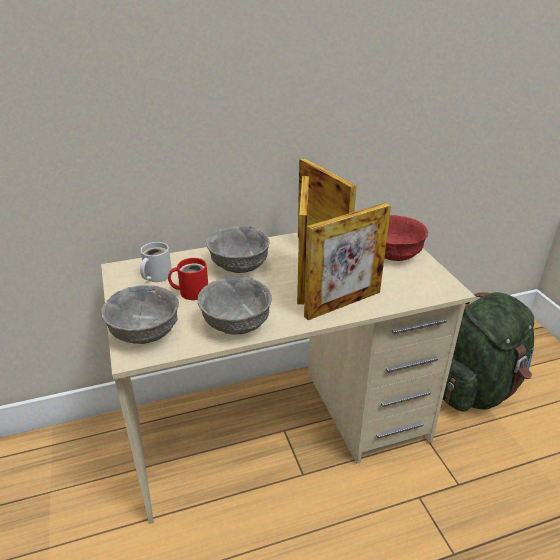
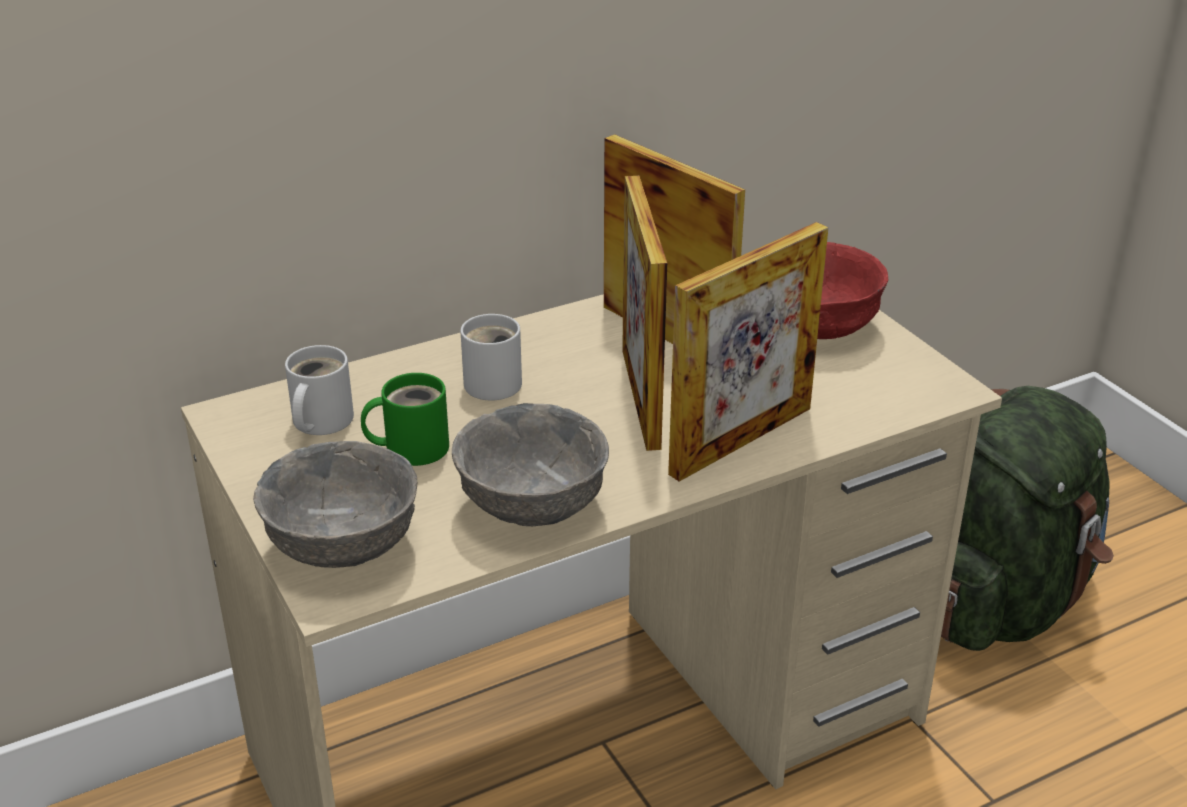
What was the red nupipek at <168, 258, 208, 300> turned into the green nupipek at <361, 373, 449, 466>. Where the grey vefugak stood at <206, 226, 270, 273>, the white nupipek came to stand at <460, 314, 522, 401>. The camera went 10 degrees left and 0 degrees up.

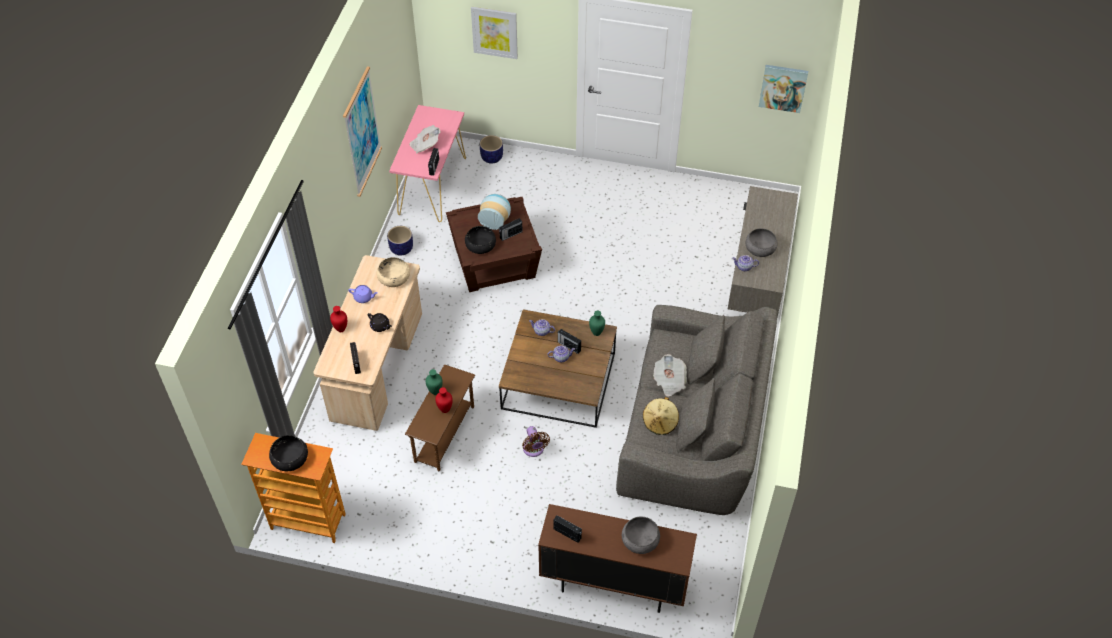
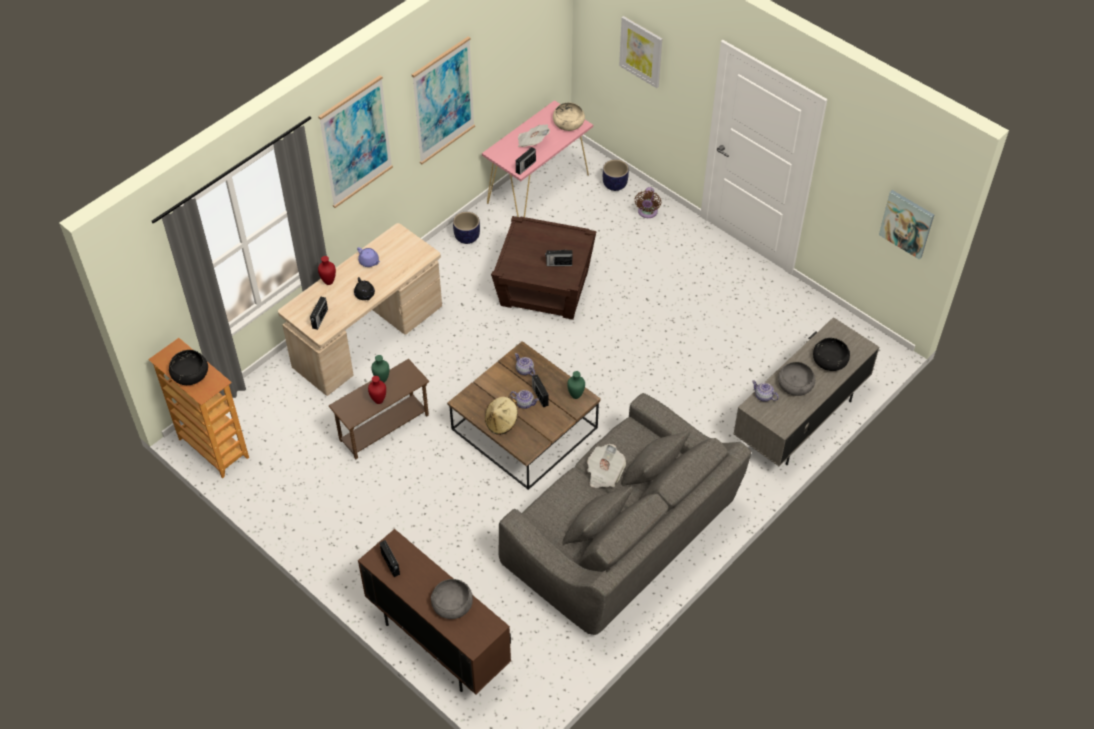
The beige vefugak ended up elsewhere, having gone from <377, 257, 410, 287> to <553, 103, 585, 131>. The black vefugak ended up elsewhere, having gone from <465, 226, 496, 254> to <813, 338, 850, 371>. The second view lost the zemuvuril at <478, 194, 511, 230>. The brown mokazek ended up elsewhere, having gone from <522, 426, 550, 457> to <635, 187, 661, 218>. The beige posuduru ended up elsewhere, having gone from <643, 397, 679, 435> to <485, 397, 518, 435>. The second view gained the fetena at <318, 75, 393, 208>. The camera went 30 degrees right and 0 degrees up.

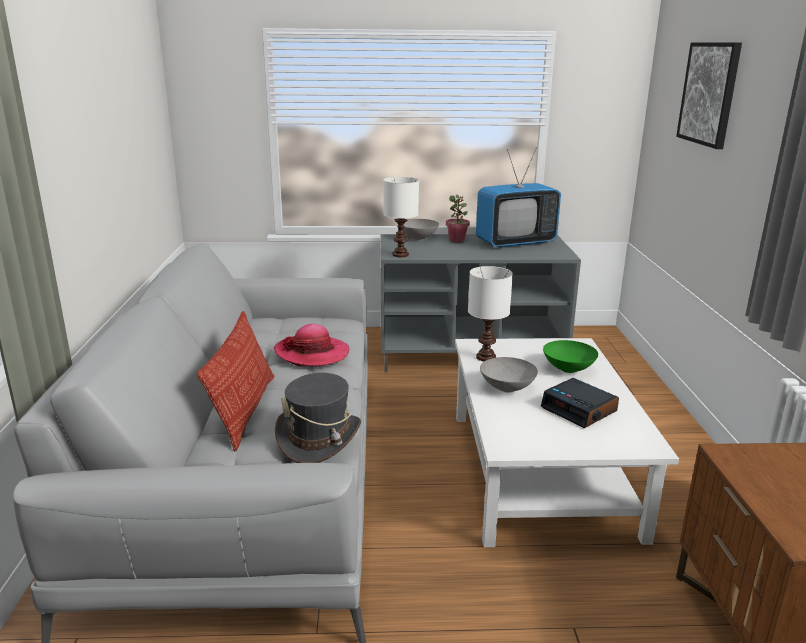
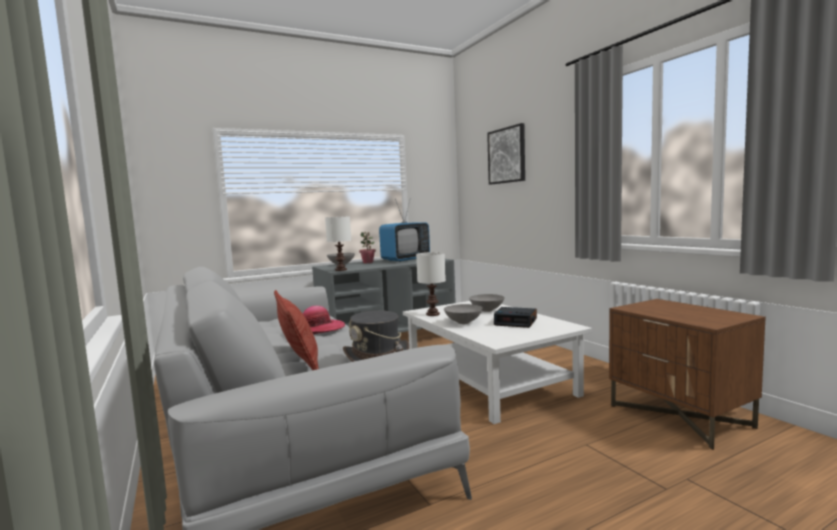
What was the green vefugak at <543, 340, 598, 373> turned into the grey vefugak at <469, 294, 505, 312>. The camera went 25 degrees left and 15 degrees down.

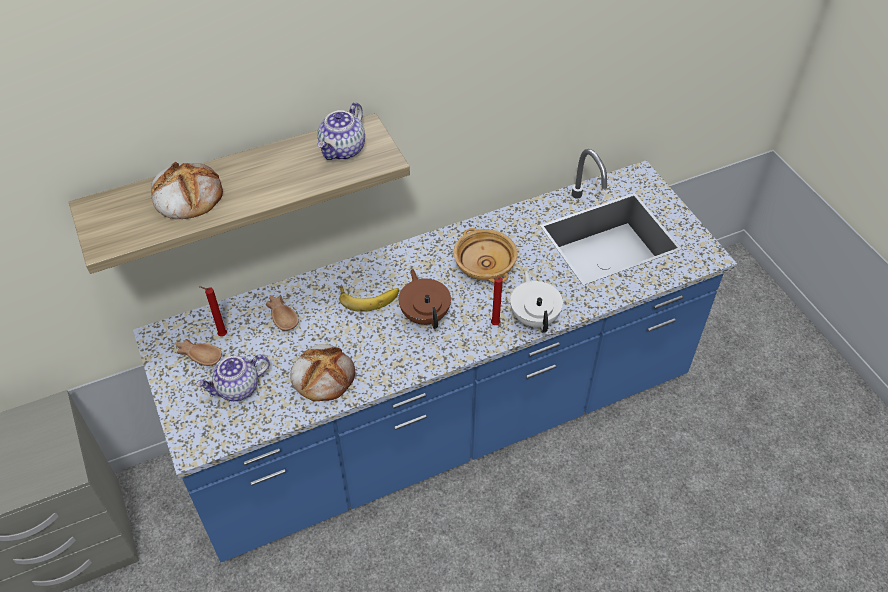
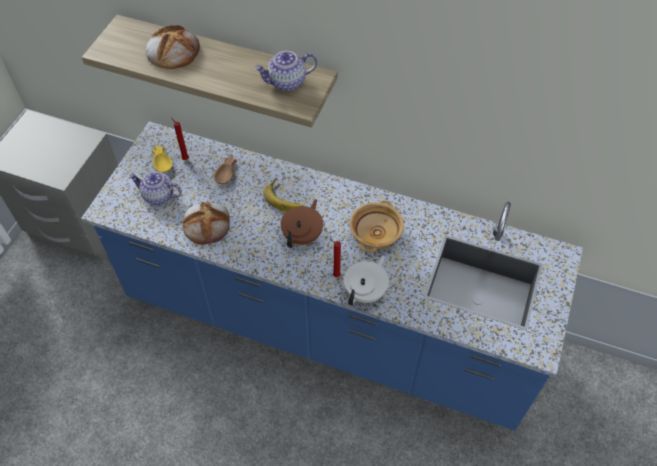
What was the brown vefugak at <175, 339, 222, 366> turned into the yellow vefugak at <152, 145, 172, 173>. The camera went 45 degrees right and 5 degrees up.

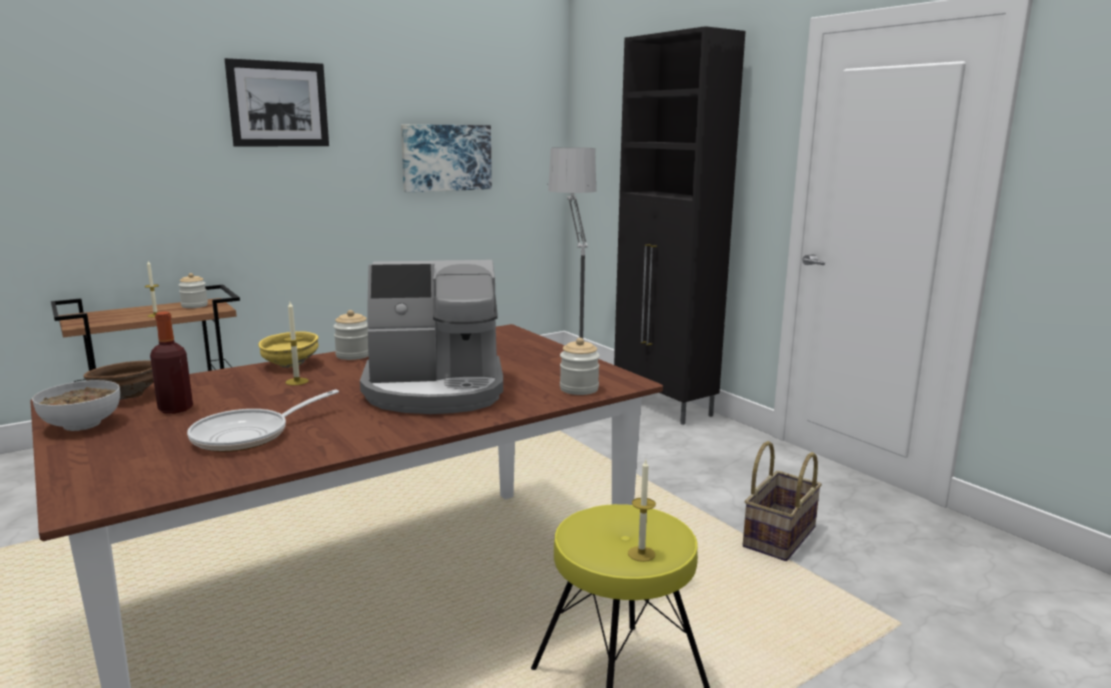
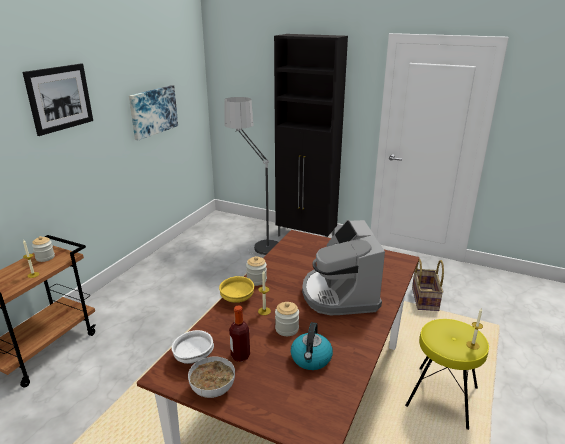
What was the brown vefugak at <84, 361, 154, 400> turned into the white vefugak at <171, 330, 214, 364>. Where the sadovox stood at <187, 389, 339, 452>, the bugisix came to stand at <291, 322, 333, 370>. The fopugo at <360, 260, 503, 414> ended up facing another way, 120 degrees clockwise from before. The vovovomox ended up elsewhere, having gone from <560, 338, 600, 395> to <275, 302, 299, 336>. The camera went 30 degrees left and 10 degrees up.

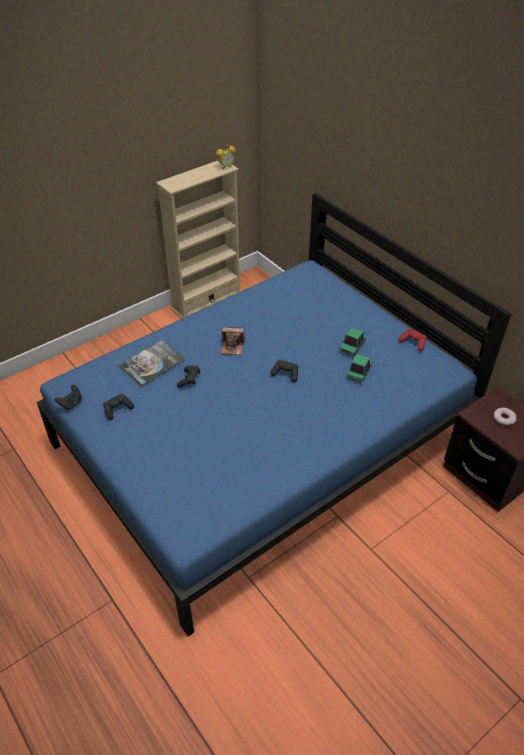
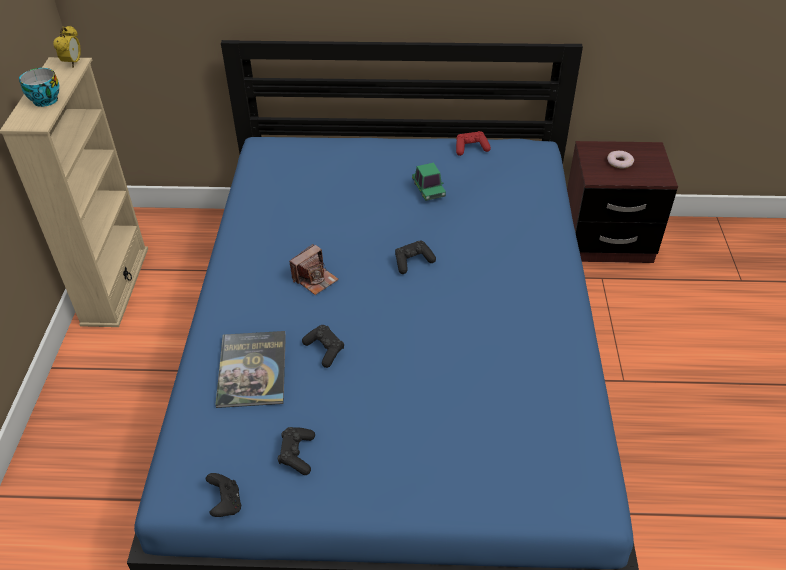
The second view lost the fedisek at <347, 354, 373, 382>. The second view gained the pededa at <19, 68, 59, 107>. The camera went 50 degrees left and 0 degrees up.

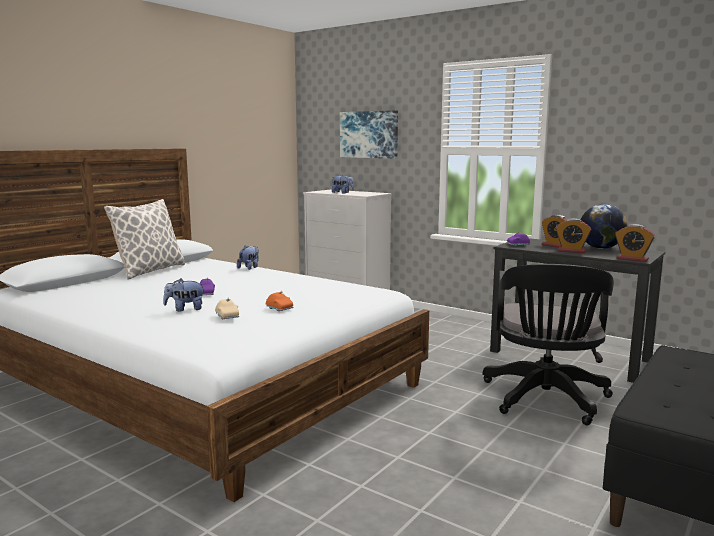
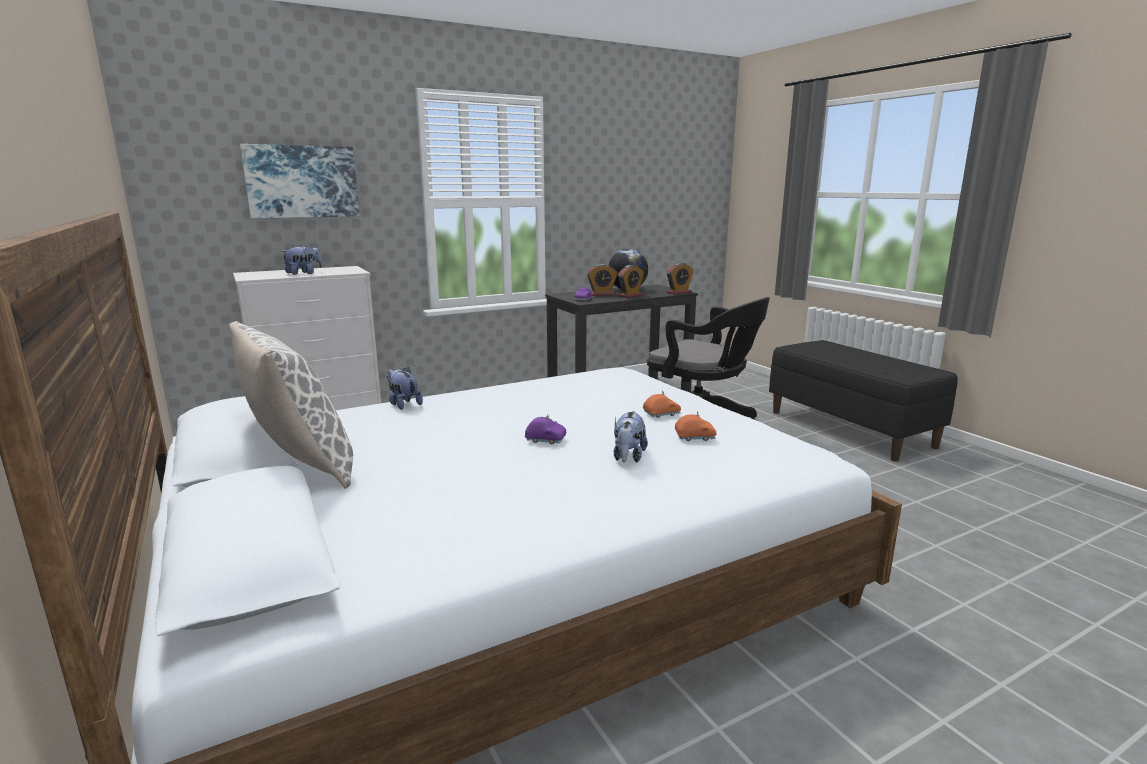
What was the beige fedisek at <215, 298, 239, 320> turned into the orange fedisek at <675, 411, 716, 441>. The camera went 65 degrees left and 5 degrees up.

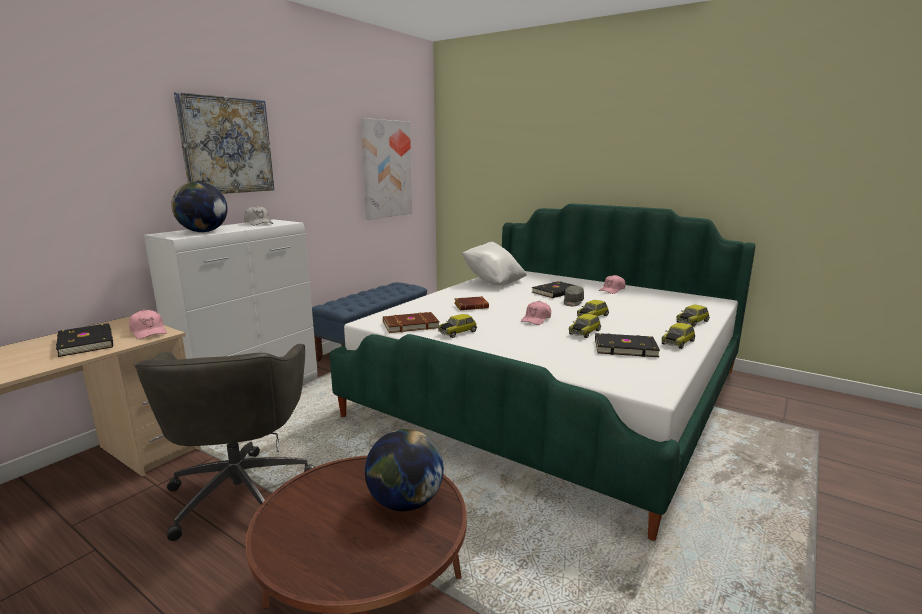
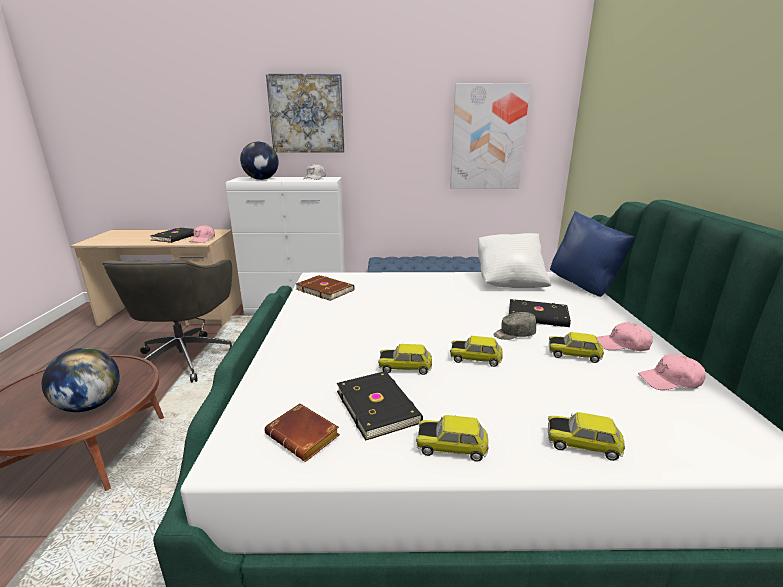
The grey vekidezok at <135, 344, 315, 541> ended up facing another way, 45 degrees counterclockwise from before. The fedisek ended up elsewhere, having gone from <438, 314, 477, 338> to <549, 332, 604, 363>. The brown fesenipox ended up elsewhere, having gone from <454, 296, 489, 310> to <264, 403, 340, 462>. The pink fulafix ended up elsewhere, having gone from <521, 301, 551, 325> to <638, 354, 706, 390>. The second view gained the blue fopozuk at <550, 211, 635, 297>. The camera went 55 degrees right and 5 degrees up.

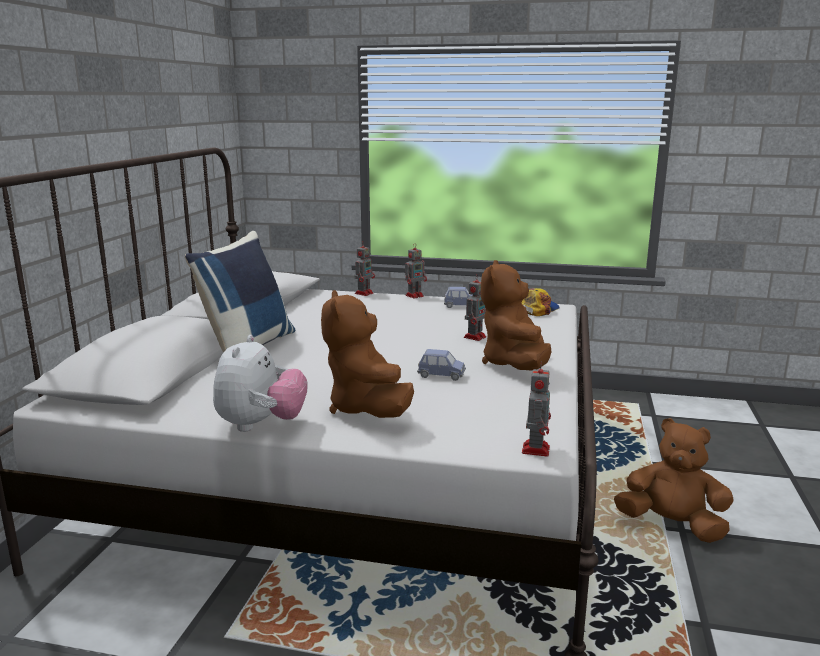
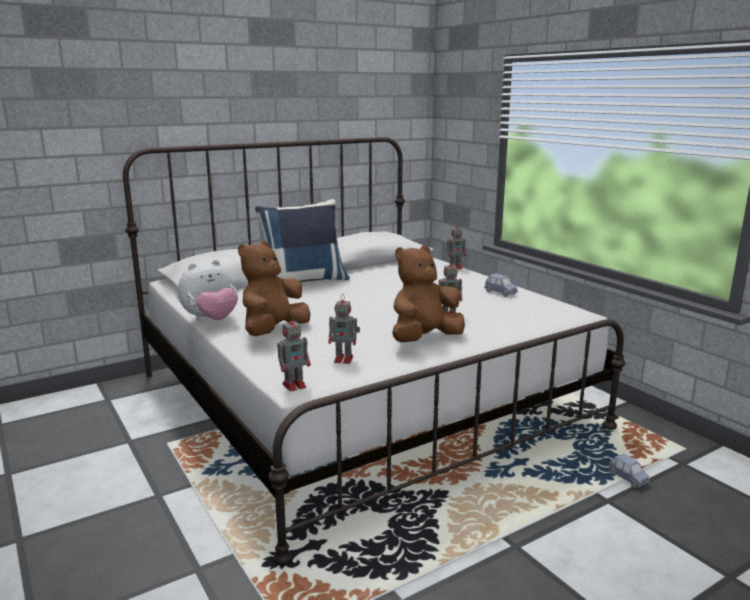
The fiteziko ended up elsewhere, having gone from <405, 243, 427, 299> to <328, 294, 360, 364>. The blue fedisek ended up elsewhere, having gone from <417, 349, 466, 381> to <608, 454, 651, 488>. The second view lost the fulafix at <521, 288, 560, 316>. The second view lost the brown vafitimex at <614, 418, 734, 543>. The camera went 45 degrees right and 0 degrees up.

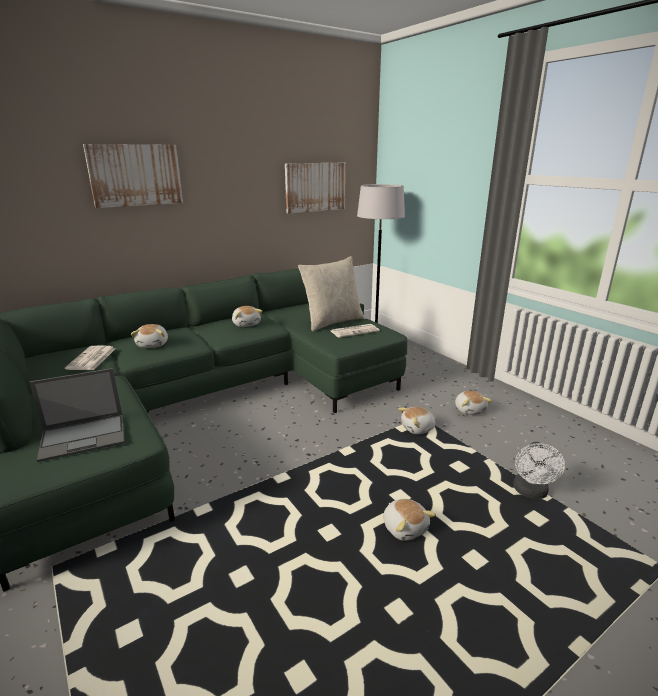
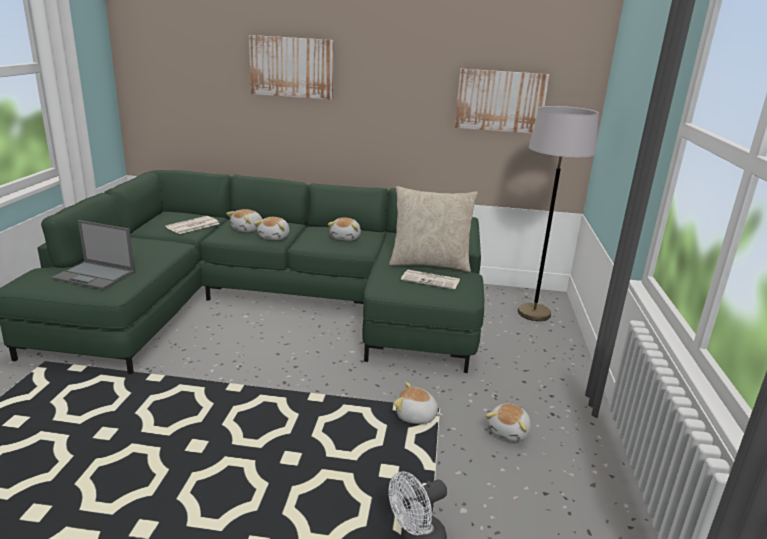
The vafitimex ended up elsewhere, having gone from <383, 499, 436, 541> to <254, 217, 289, 240>. The camera went 40 degrees right and 0 degrees up.

